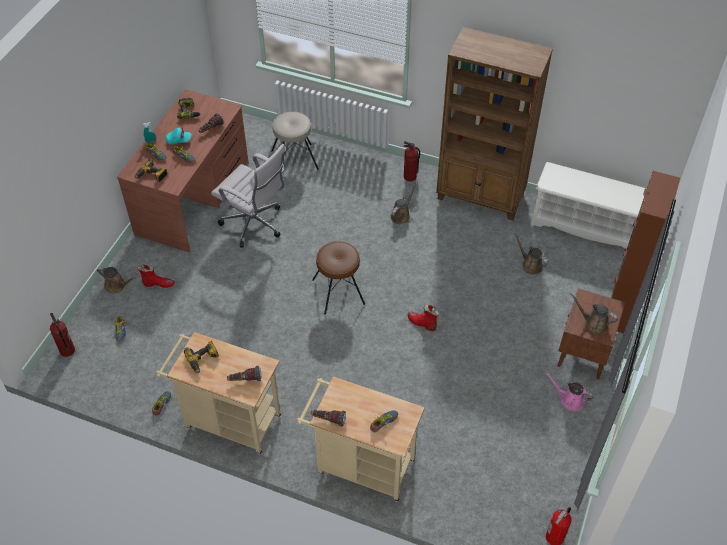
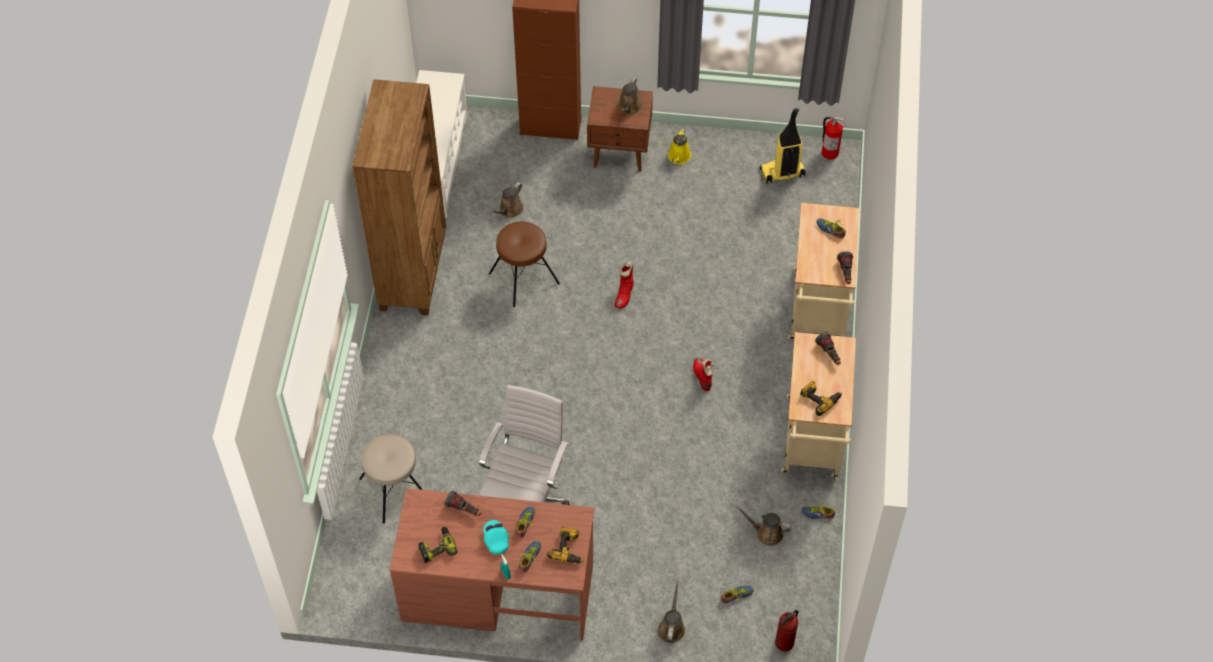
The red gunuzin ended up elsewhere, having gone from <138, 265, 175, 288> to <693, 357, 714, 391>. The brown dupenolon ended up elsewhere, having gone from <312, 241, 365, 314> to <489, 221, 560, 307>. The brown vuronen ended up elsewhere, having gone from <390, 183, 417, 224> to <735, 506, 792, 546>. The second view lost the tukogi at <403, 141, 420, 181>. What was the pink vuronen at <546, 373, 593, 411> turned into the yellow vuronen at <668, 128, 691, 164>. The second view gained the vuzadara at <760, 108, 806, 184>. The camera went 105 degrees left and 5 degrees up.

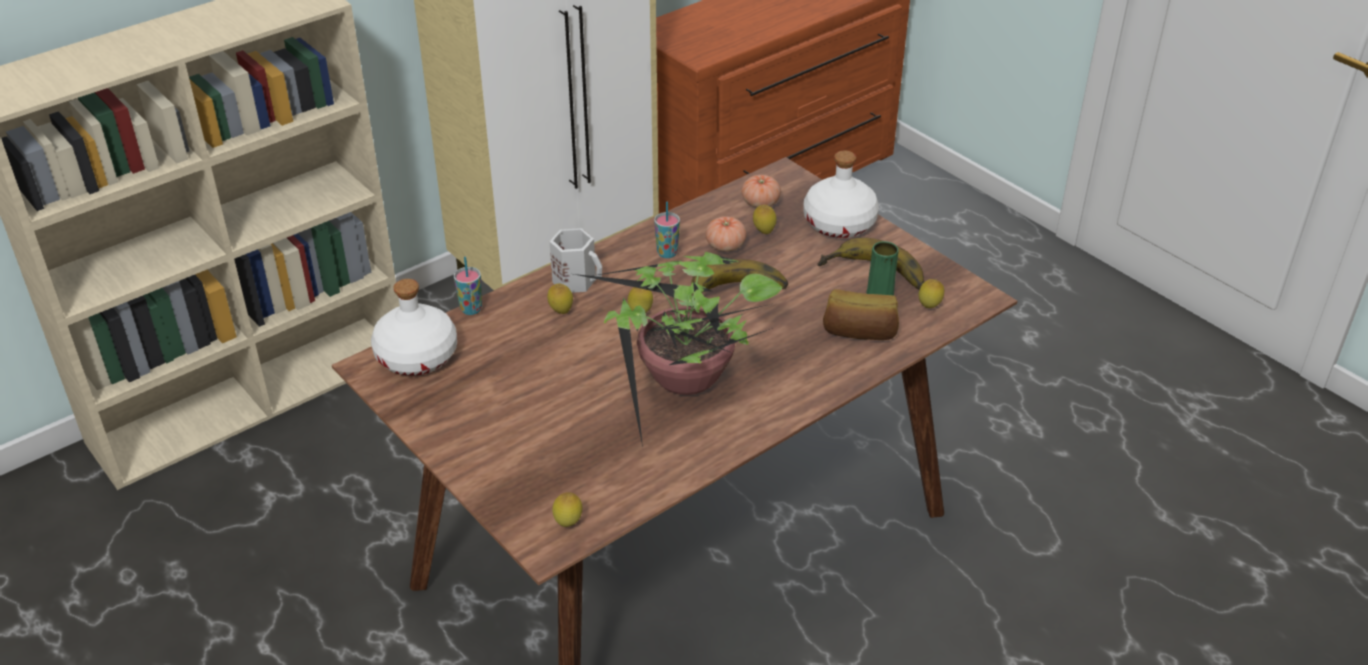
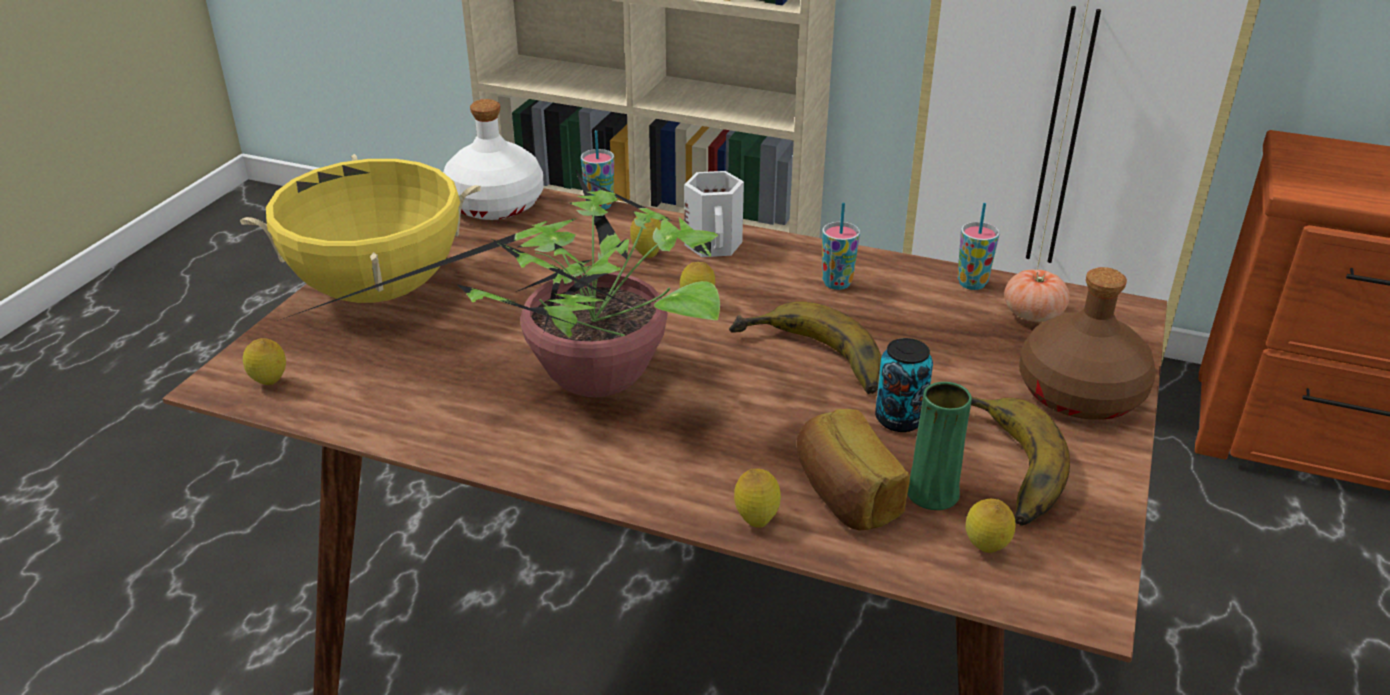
The second view lost the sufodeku at <705, 216, 746, 252>. The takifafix ended up elsewhere, having gone from <753, 205, 777, 234> to <734, 469, 781, 528>. What was the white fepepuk at <804, 150, 879, 238> turned into the brown fepepuk at <1019, 267, 1156, 420>. The second view gained the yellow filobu at <240, 154, 481, 303>. The second view gained the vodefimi at <875, 338, 933, 432>. The second view gained the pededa at <958, 203, 1000, 290>. The camera went 60 degrees right and 5 degrees down.

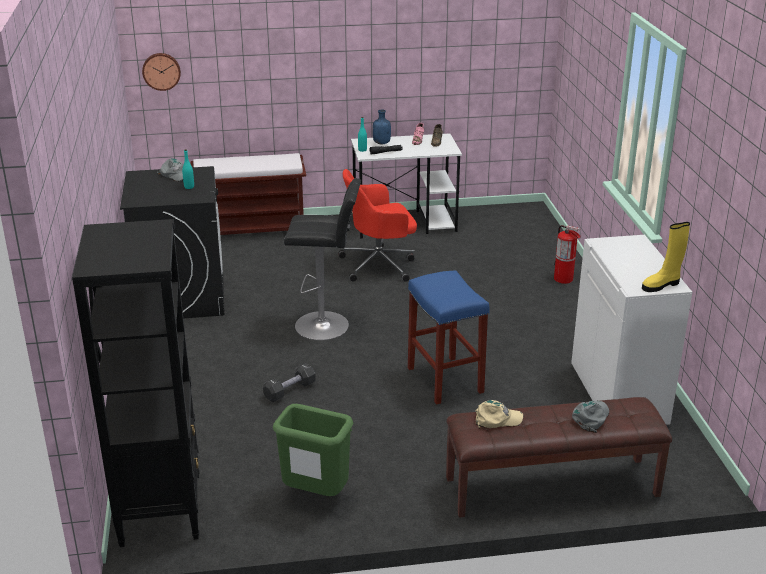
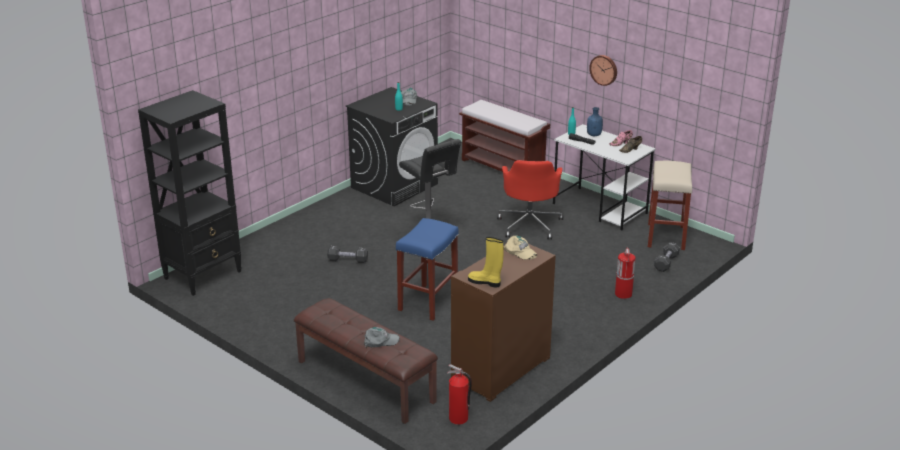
The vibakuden ended up elsewhere, having gone from <142, 53, 181, 91> to <589, 55, 617, 86>. The second view lost the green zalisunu at <273, 404, 353, 496>. The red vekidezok at <338, 169, 417, 282> ended up facing another way, 120 degrees counterclockwise from before. The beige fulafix ended up elsewhere, having gone from <475, 400, 524, 429> to <503, 236, 537, 260>. What was the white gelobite at <571, 235, 692, 427> turned into the brown gelobite at <451, 243, 556, 402>. The second view gained the tukogi at <447, 364, 472, 425>. The second view gained the beige dupenolon at <648, 161, 692, 250>. The second view gained the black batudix at <654, 242, 680, 272>. The camera went 50 degrees right and 0 degrees up.

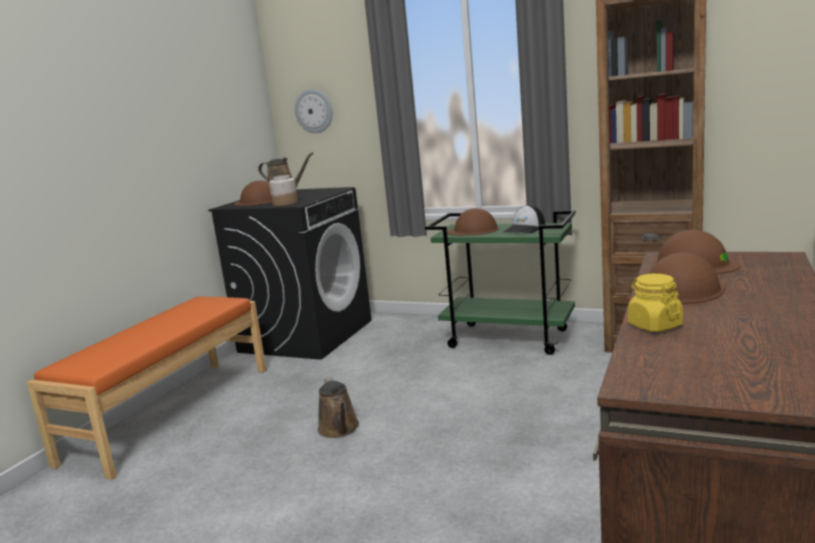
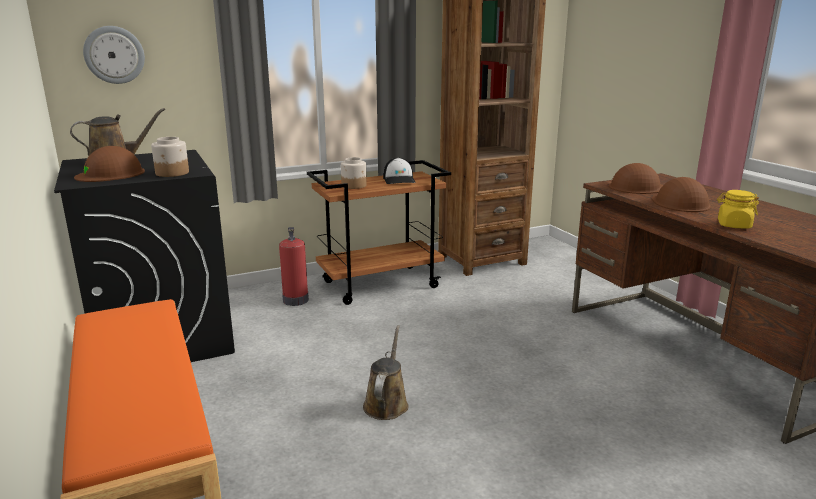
The brown vuronen at <318, 377, 359, 438> ended up facing another way, 105 degrees counterclockwise from before. What was the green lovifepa at <425, 211, 576, 355> turned into the brown lovifepa at <307, 160, 451, 305>. Where the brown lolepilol stood at <447, 208, 499, 236>, the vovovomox came to stand at <341, 157, 367, 189>. The second view gained the tukogi at <279, 227, 309, 306>. The camera went 50 degrees left and 5 degrees up.

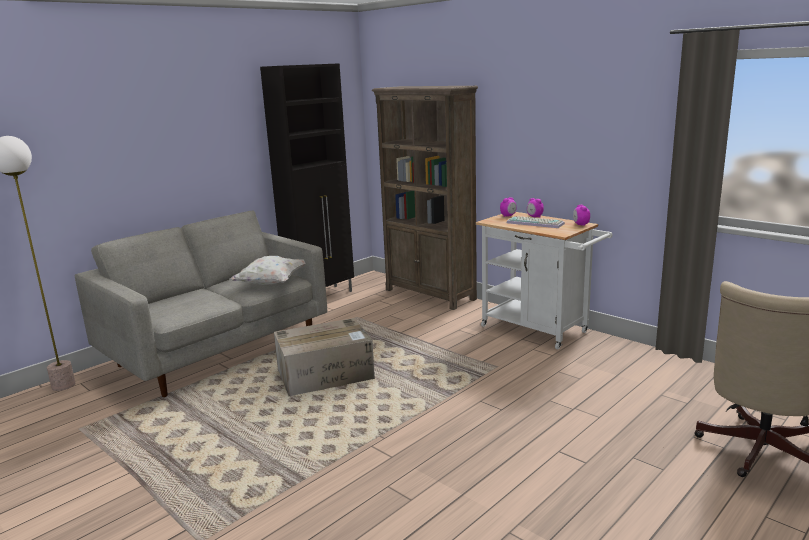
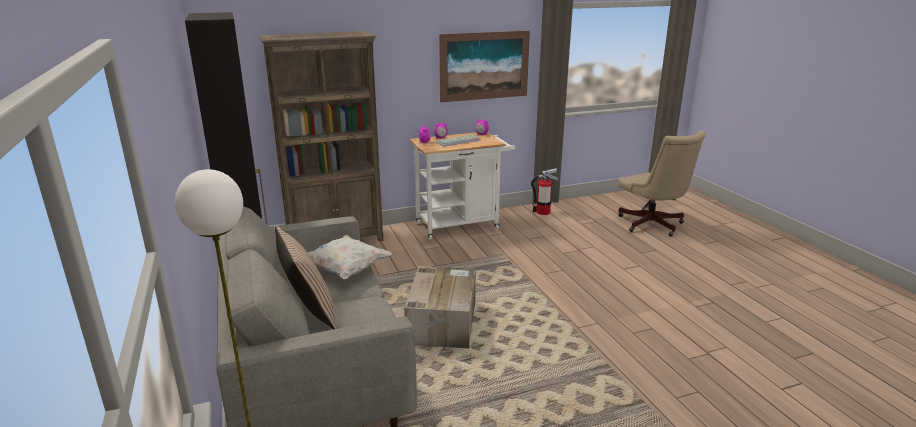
The second view gained the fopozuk at <275, 226, 337, 329>. The second view gained the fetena at <439, 31, 530, 102>. The second view gained the tukogi at <531, 168, 558, 215>. The camera went 65 degrees left and 5 degrees up.

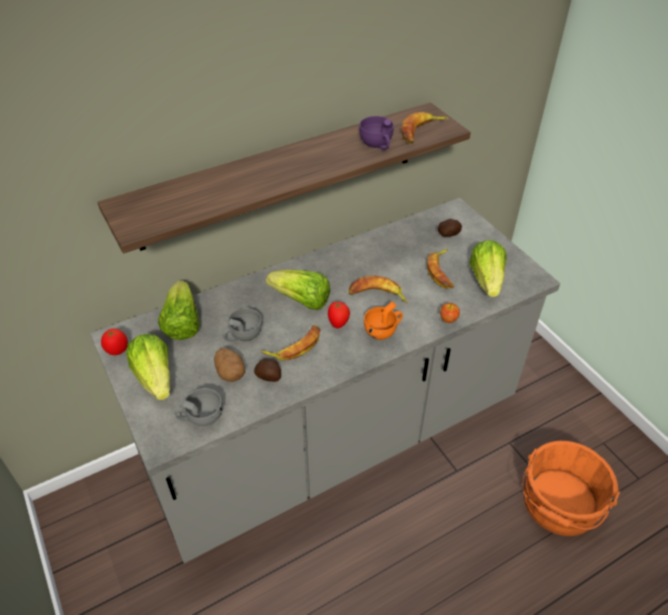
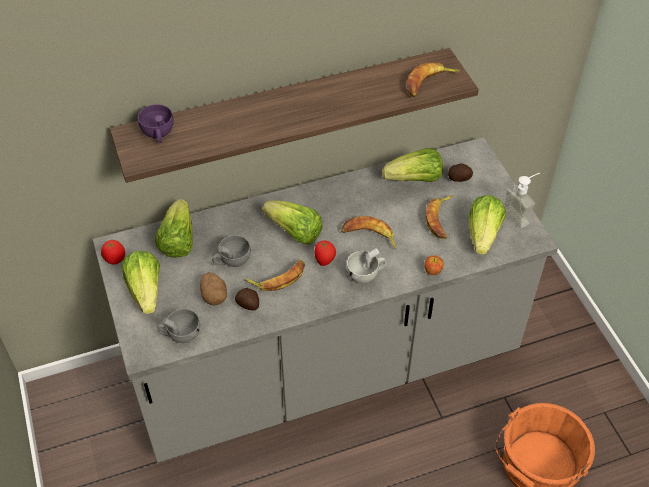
The purple pededa ended up elsewhere, having gone from <359, 116, 394, 150> to <138, 104, 174, 143>. What was the orange pededa at <364, 301, 403, 340> turned into the white pededa at <347, 248, 386, 283>. The second view gained the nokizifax at <382, 148, 443, 182>. The second view gained the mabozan at <504, 173, 540, 228>. The camera went 10 degrees right and 5 degrees up.

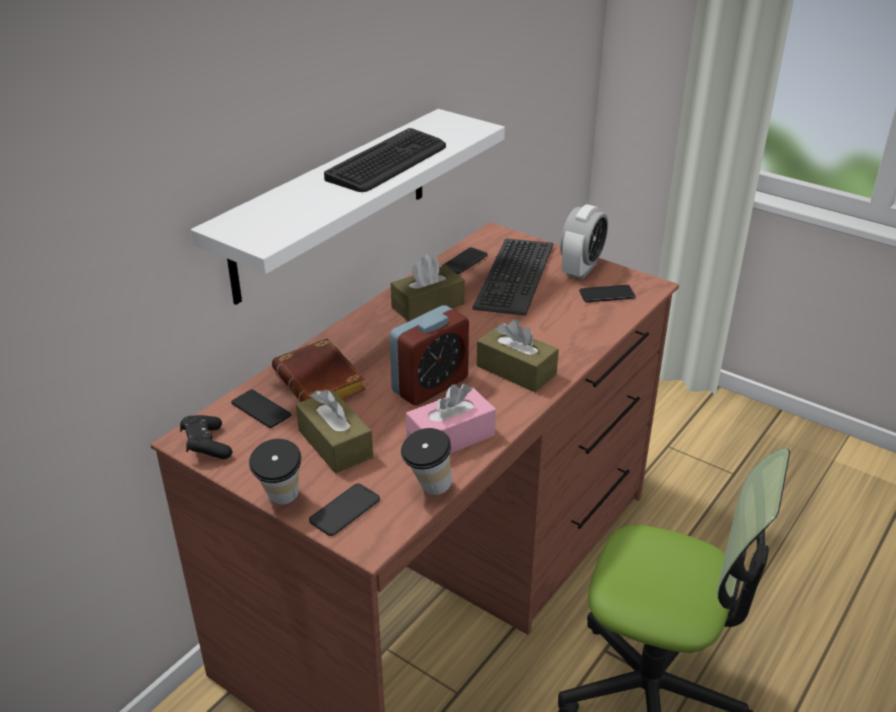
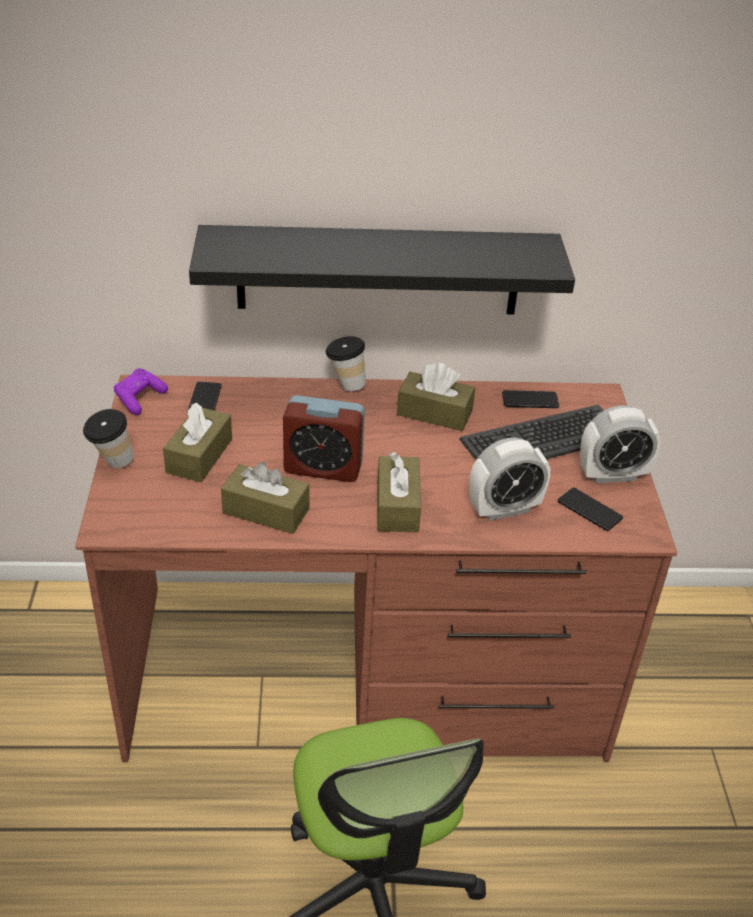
What was the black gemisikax at <180, 415, 232, 459> turned into the purple gemisikax at <114, 368, 168, 415>. What was the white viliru at <191, 109, 505, 305> turned into the black viliru at <189, 225, 575, 314>. The second view lost the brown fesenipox at <272, 338, 366, 402>. The second view lost the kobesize at <309, 483, 380, 536>. The second view lost the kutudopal at <324, 128, 446, 192>. The pededa ended up elsewhere, having gone from <401, 428, 452, 495> to <326, 336, 366, 391>. What was the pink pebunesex at <406, 384, 496, 453> turned into the brown pebunesex at <221, 462, 310, 534>. The second view gained the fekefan at <469, 438, 550, 521>. The camera went 50 degrees right and 5 degrees up.

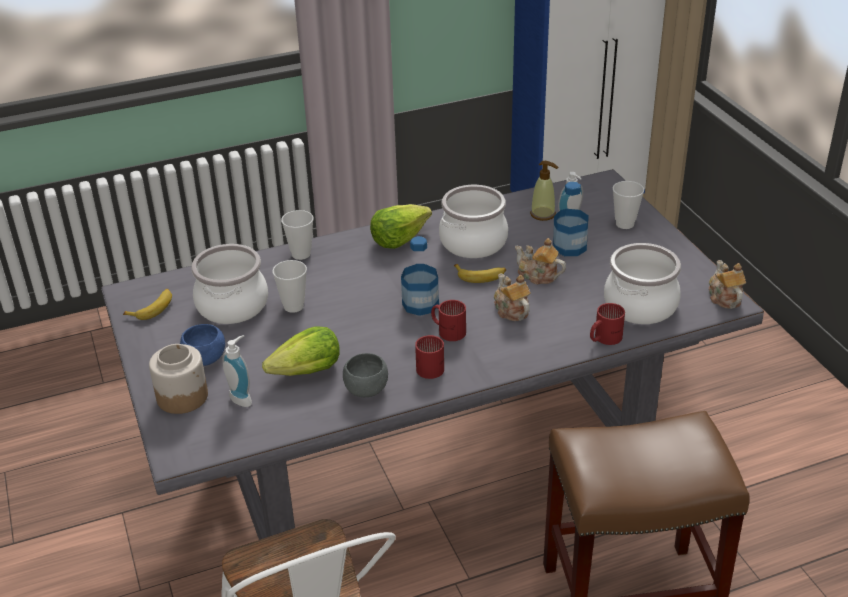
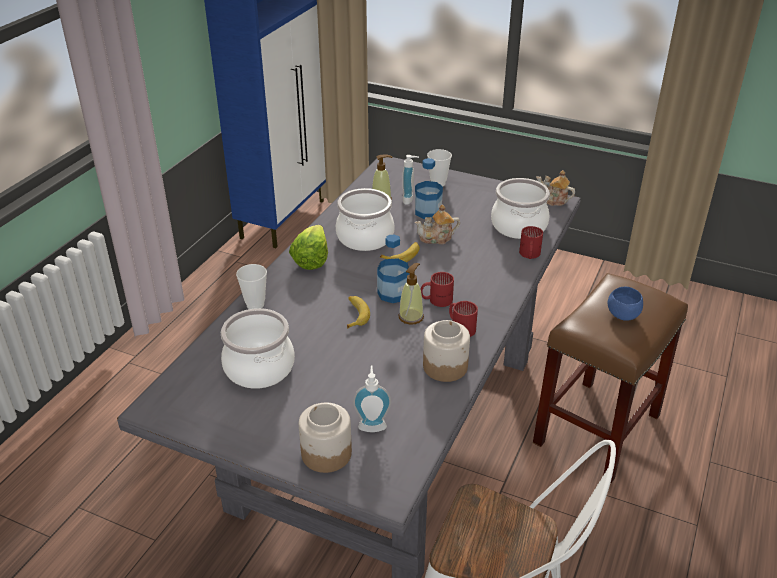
The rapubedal ended up elsewhere, having gone from <123, 289, 172, 320> to <347, 296, 370, 329>. The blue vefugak ended up elsewhere, having gone from <180, 324, 225, 366> to <608, 287, 643, 321>. The second view lost the nokizifax at <262, 326, 340, 376>. The second view lost the pededa at <272, 260, 307, 313>. Where the grey vefugak stood at <343, 353, 388, 397>, the vovovomox came to stand at <423, 320, 470, 382>. The second view lost the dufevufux at <494, 273, 531, 321>. The second view gained the mabozan at <398, 263, 424, 325>. The camera went 45 degrees left and 0 degrees up.

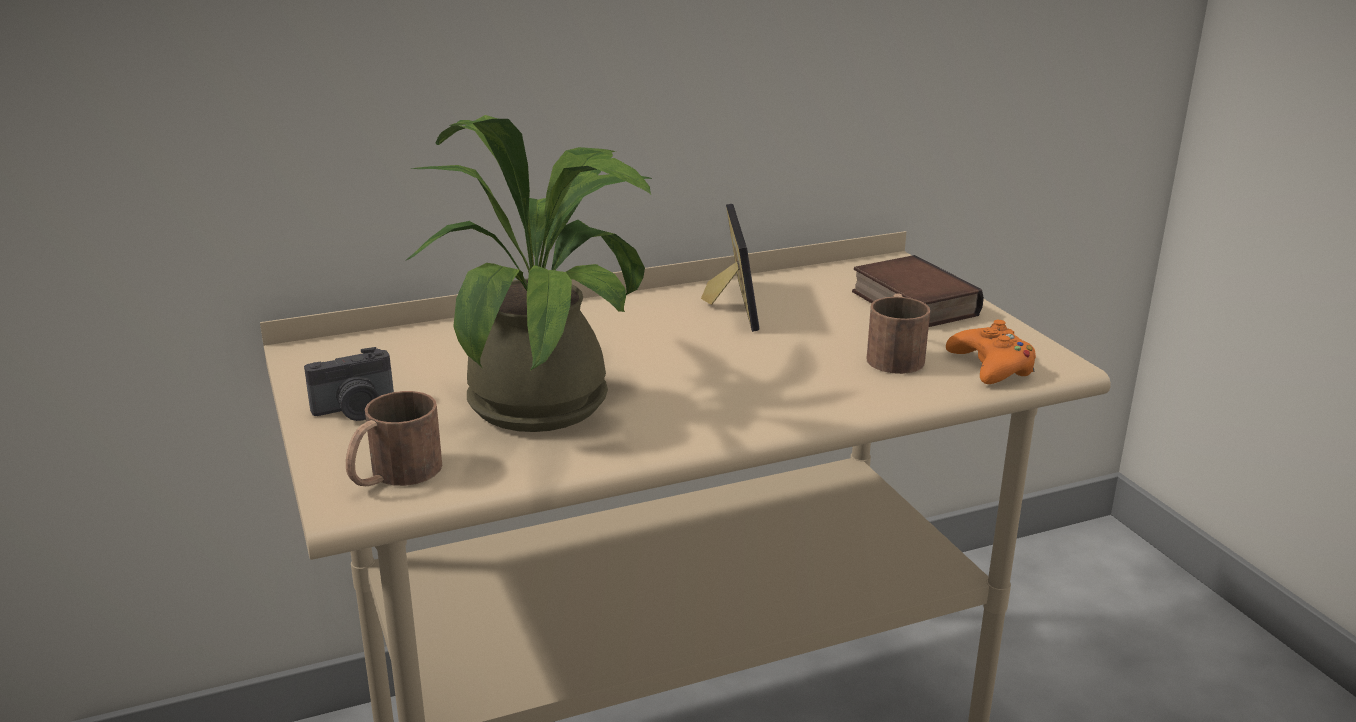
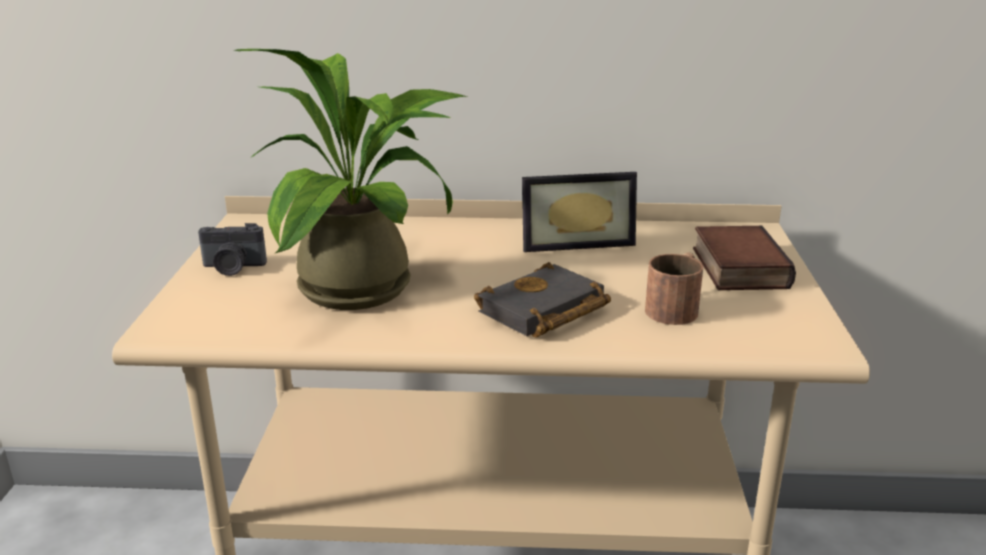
The second view lost the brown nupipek at <346, 391, 442, 486>. The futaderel at <701, 204, 759, 332> ended up facing another way, 60 degrees clockwise from before. The second view lost the orange gemisikax at <946, 320, 1036, 384>. The second view gained the black fesenipox at <474, 262, 611, 338>. The camera went 25 degrees right and 0 degrees up.

